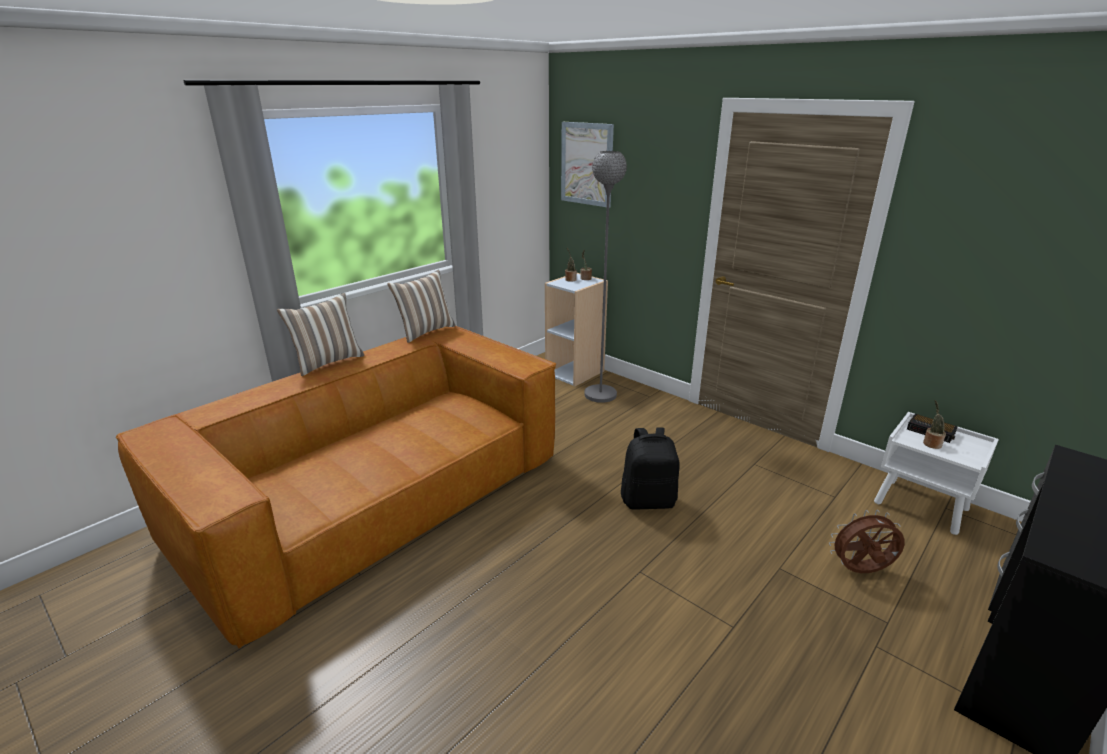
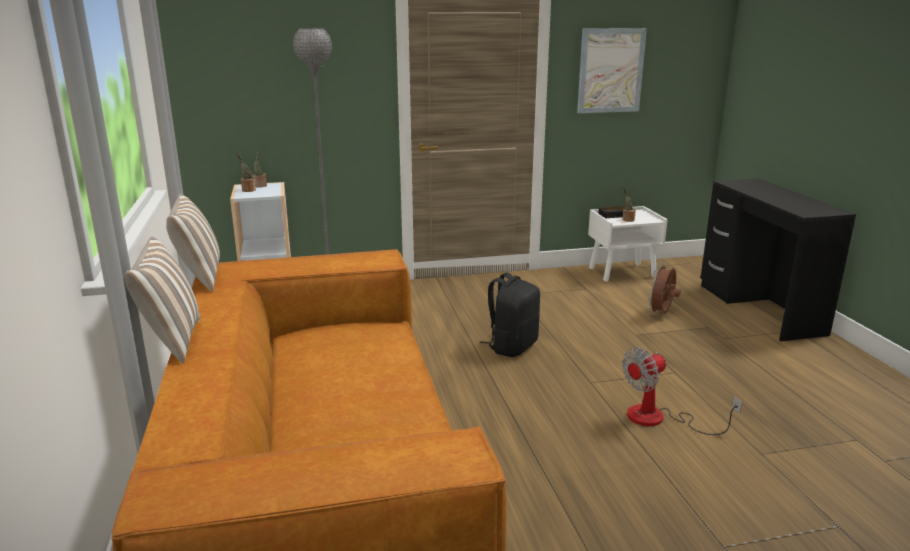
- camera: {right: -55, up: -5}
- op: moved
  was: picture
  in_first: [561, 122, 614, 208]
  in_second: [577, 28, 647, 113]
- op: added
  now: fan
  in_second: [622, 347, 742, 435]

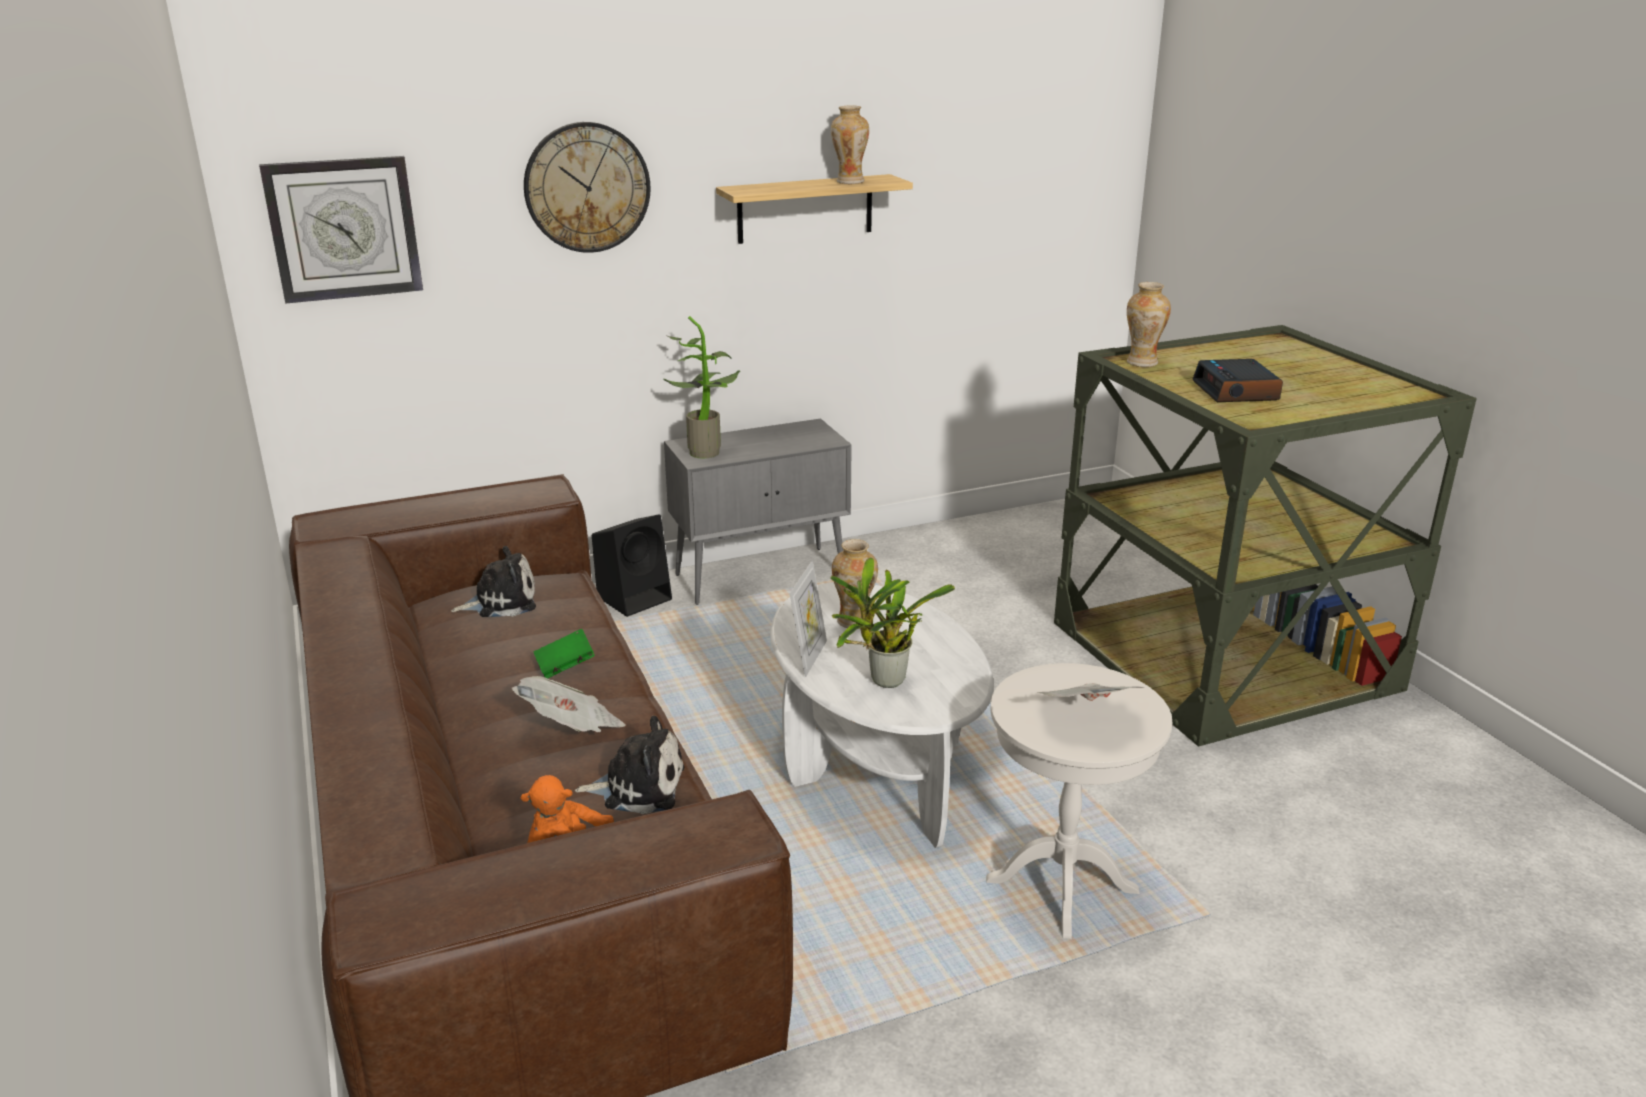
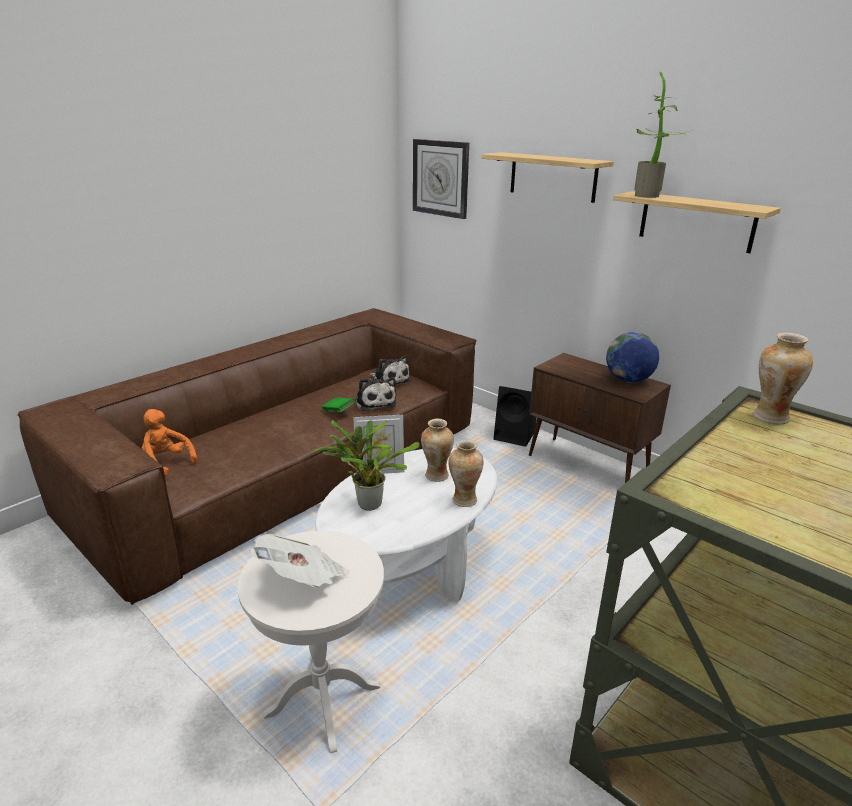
- camera: {right: 65, up: 0}
- op: removed
  was: newspaper
  in_first: [512, 676, 626, 732]
- op: replaced
  was: wall clock
  now: shelf
  in_first: [524, 122, 651, 253]
  in_second: [481, 152, 614, 203]
- op: moved
  was: plush toy
  in_first: [575, 716, 684, 814]
  in_second: [355, 377, 397, 411]
- op: moved
  was: potted plant
  in_first: [663, 316, 740, 458]
  in_second: [634, 72, 692, 198]
- op: recoloured
  was: cabinet (grey)
  now: cabinet (brown)
  in_first: [664, 419, 852, 605]
  in_second: [529, 353, 671, 483]
- op: moved
  was: vase
  in_first: [831, 105, 869, 184]
  in_second: [448, 440, 484, 507]
- op: removed
  was: alarm clock
  in_first: [1193, 359, 1283, 402]
- op: added
  now: globe
  in_second: [606, 332, 659, 383]

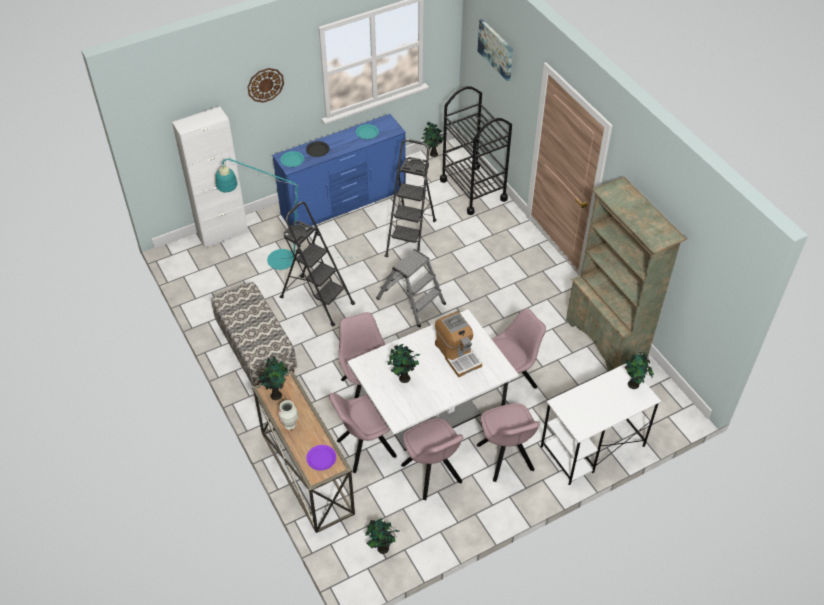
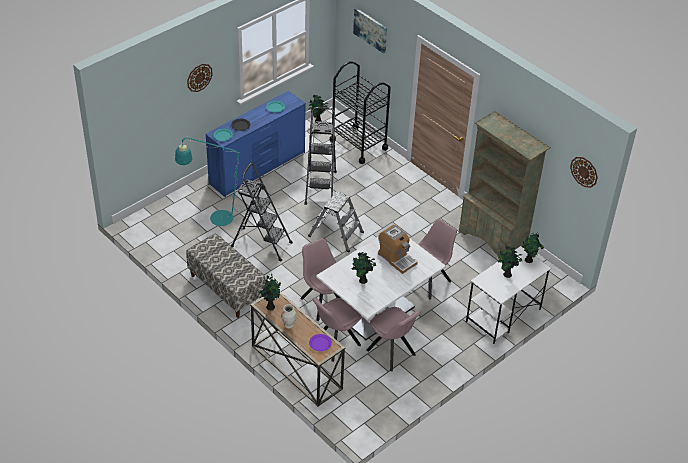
- camera: {right: -15, up: -5}
- op: removed
  was: cabinet (white)
  in_first: [172, 106, 248, 248]
- op: moved
  was: potted plant
  in_first: [365, 518, 399, 554]
  in_second: [497, 246, 522, 278]
- op: removed
  was: chair (pink)
  in_first: [476, 403, 540, 482]
- op: added
  now: wall clock
  in_second: [570, 157, 598, 188]

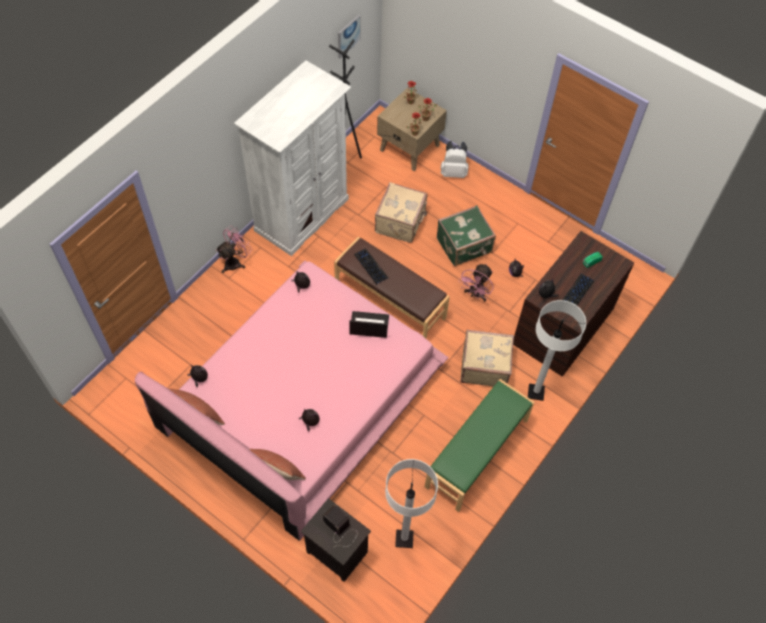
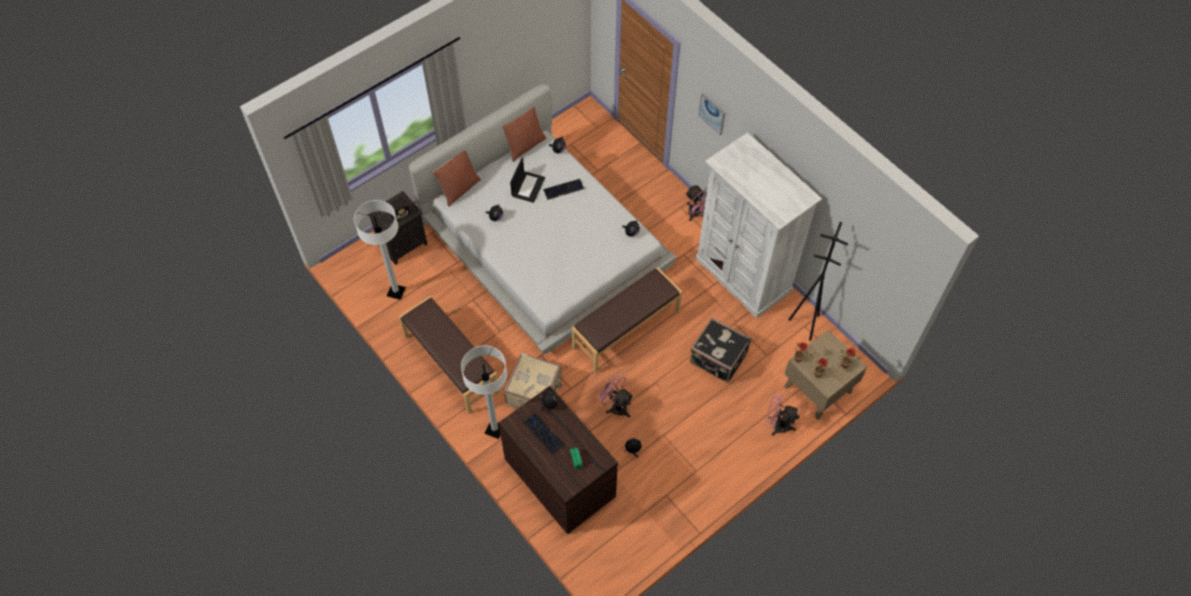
- camera: {right: 105, up: 0}
- op: recoloured
  was: bed (pink)
  now: bed (white)
  in_first: [135, 260, 449, 541]
  in_second: [409, 84, 676, 354]
- op: moved
  was: picture
  in_first: [338, 15, 361, 59]
  in_second: [698, 93, 725, 136]
- op: moved
  was: laptop
  in_first: [349, 311, 389, 338]
  in_second: [510, 158, 545, 203]
- op: moved
  was: keyboard
  in_first: [354, 249, 388, 284]
  in_second: [543, 179, 584, 200]
- op: recoloured
  was: suitcase (beige)
  now: suitcase (black)
  in_first: [375, 182, 428, 243]
  in_second: [690, 317, 751, 383]
- op: recoloured
  was: bench (green)
  now: bench (brown)
  in_first: [425, 379, 535, 512]
  in_second: [399, 296, 500, 414]
- op: removed
  was: suitcase (green)
  in_first: [437, 205, 496, 266]
- op: replaced
  was: backpack (white)
  now: fan (pink)
  in_first: [441, 141, 468, 178]
  in_second: [765, 392, 799, 436]

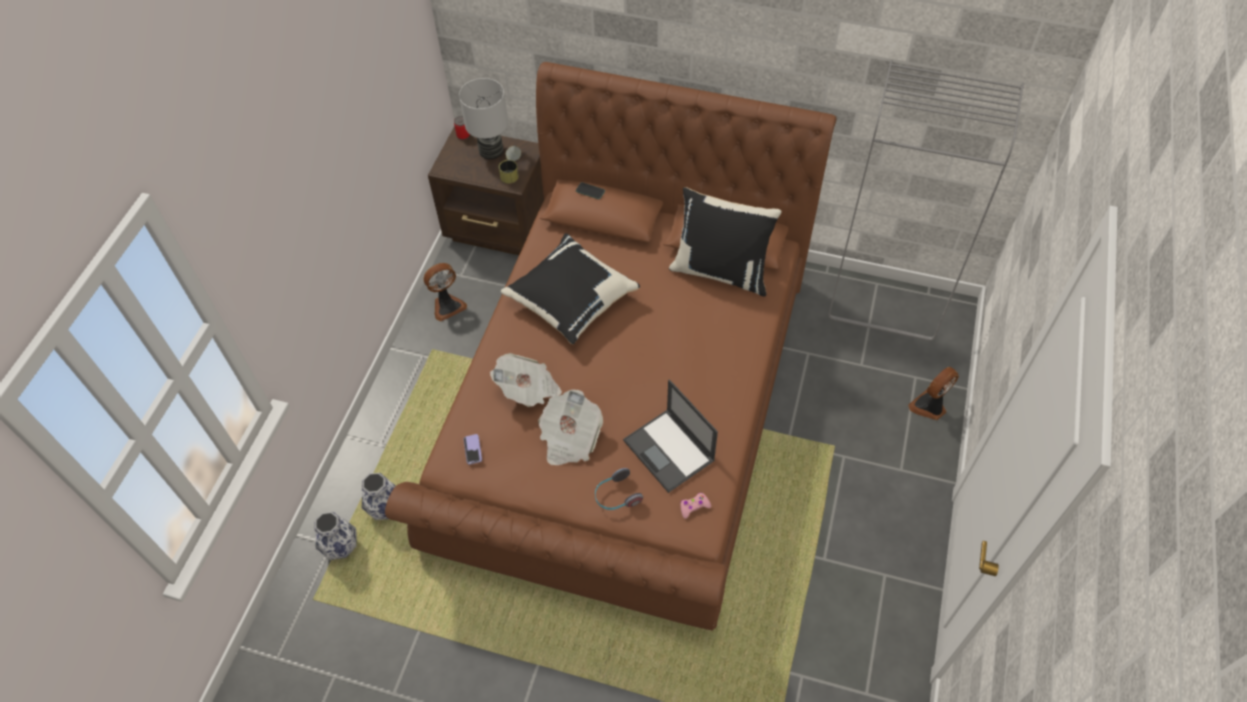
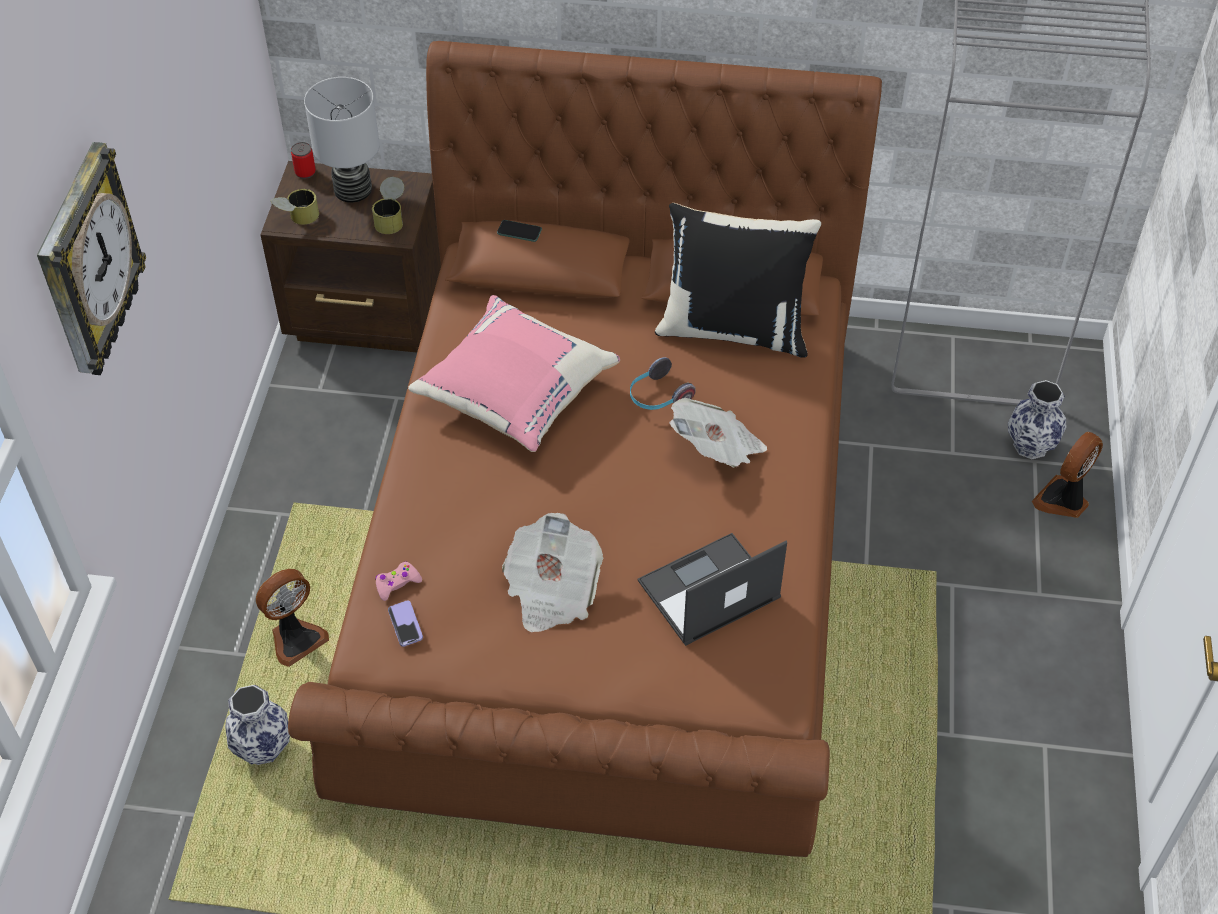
- camera: {right: -10, up: -5}
- op: moved
  was: vase
  in_first: [314, 512, 356, 560]
  in_second: [1008, 380, 1067, 459]
- op: moved
  was: fan
  in_first: [423, 263, 467, 321]
  in_second: [256, 569, 329, 667]
- op: moved
  was: newspaper
  in_first: [490, 353, 562, 407]
  in_second: [669, 398, 767, 467]
- op: recoloured
  was: pillow (black)
  now: pillow (pink)
  in_first: [501, 233, 640, 344]
  in_second: [408, 295, 620, 452]
- op: moved
  was: headphones
  in_first: [595, 468, 643, 510]
  in_second: [630, 357, 696, 410]
- op: turned
  was: laptop
  in_first: [623, 380, 718, 493]
  in_second: [637, 533, 787, 646]
  clockwise: 105
- op: moved
  was: game controller (pink)
  in_first: [680, 493, 711, 519]
  in_second: [375, 562, 422, 601]
- op: added
  now: wall clock
  in_second: [37, 142, 146, 375]
- op: added
  now: can
  in_second: [271, 189, 319, 225]

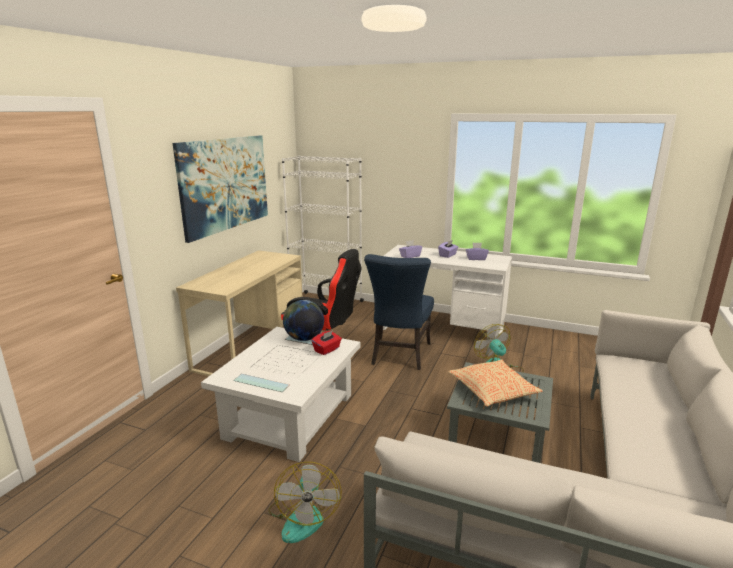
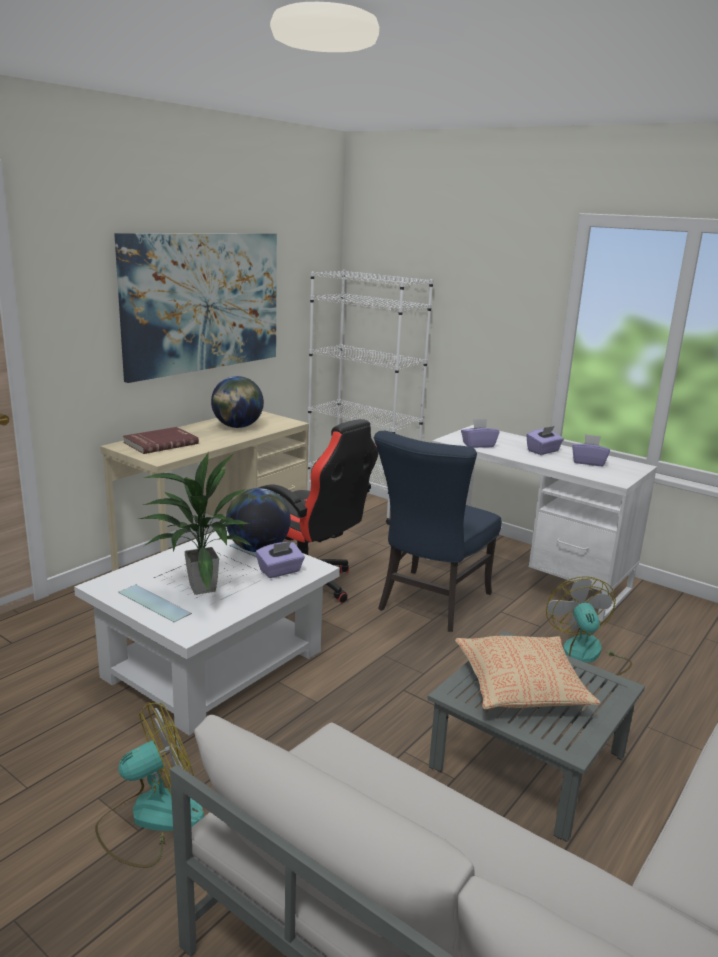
- camera: {right: 15, up: 0}
- op: turned
  was: fan
  in_first: [268, 462, 341, 543]
  in_second: [95, 702, 204, 868]
  clockwise: -135
- op: recoloured
  was: tissue box (red)
  now: tissue box (purple)
  in_first: [312, 330, 342, 355]
  in_second: [256, 542, 305, 578]
- op: added
  now: book (red)
  in_second: [123, 427, 199, 454]
- op: added
  now: potted plant
  in_second: [140, 452, 252, 595]
- op: added
  now: globe
  in_second: [211, 376, 264, 428]

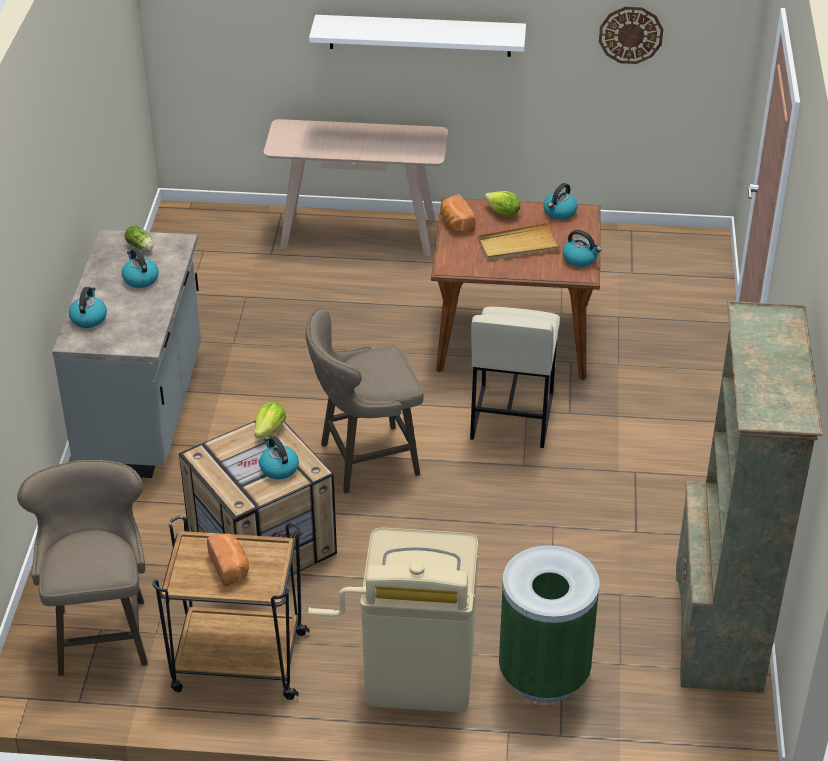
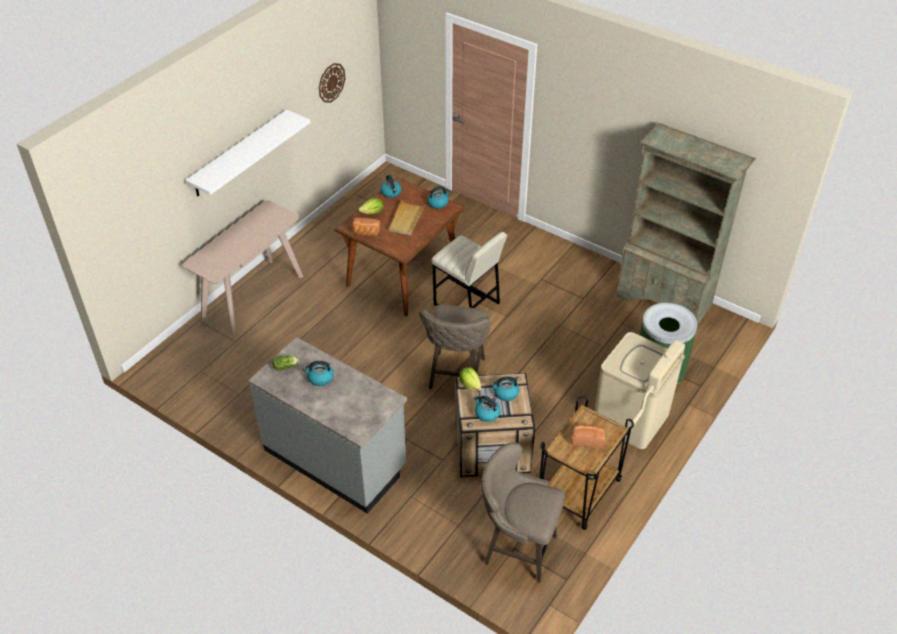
- camera: {right: -60, up: 5}
- op: moved
  was: kettle
  in_first: [69, 287, 107, 328]
  in_second: [474, 396, 501, 422]

